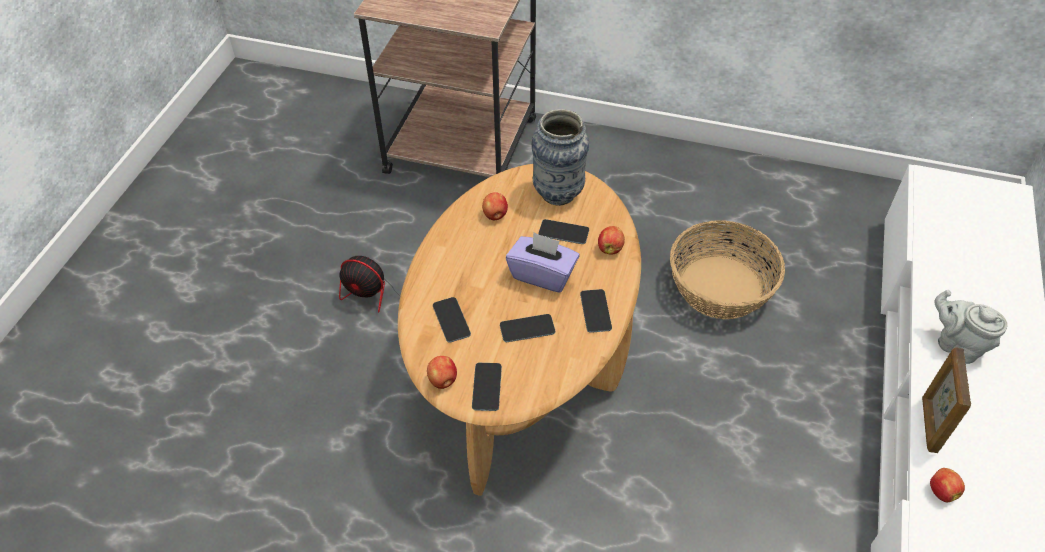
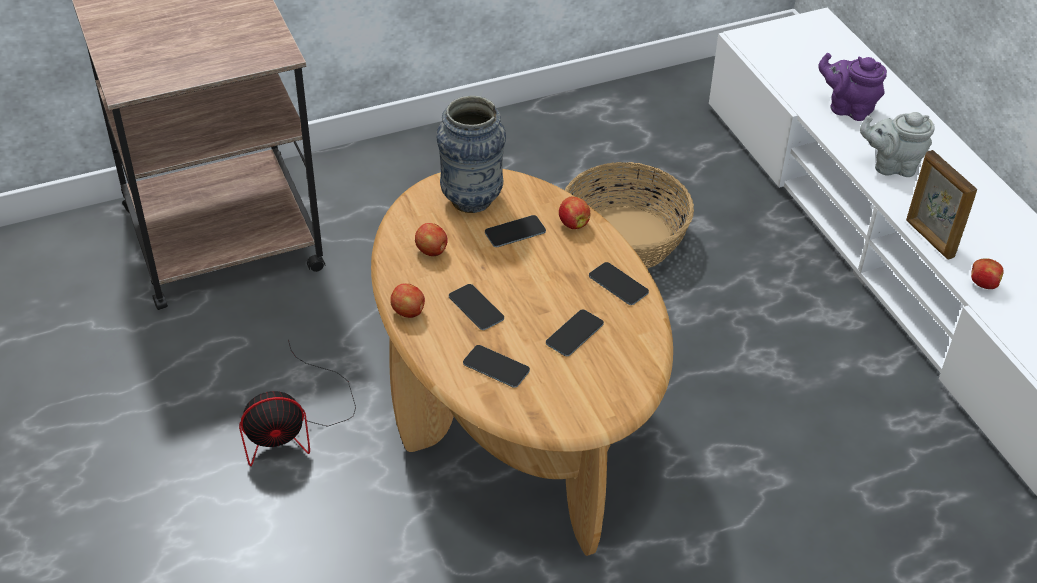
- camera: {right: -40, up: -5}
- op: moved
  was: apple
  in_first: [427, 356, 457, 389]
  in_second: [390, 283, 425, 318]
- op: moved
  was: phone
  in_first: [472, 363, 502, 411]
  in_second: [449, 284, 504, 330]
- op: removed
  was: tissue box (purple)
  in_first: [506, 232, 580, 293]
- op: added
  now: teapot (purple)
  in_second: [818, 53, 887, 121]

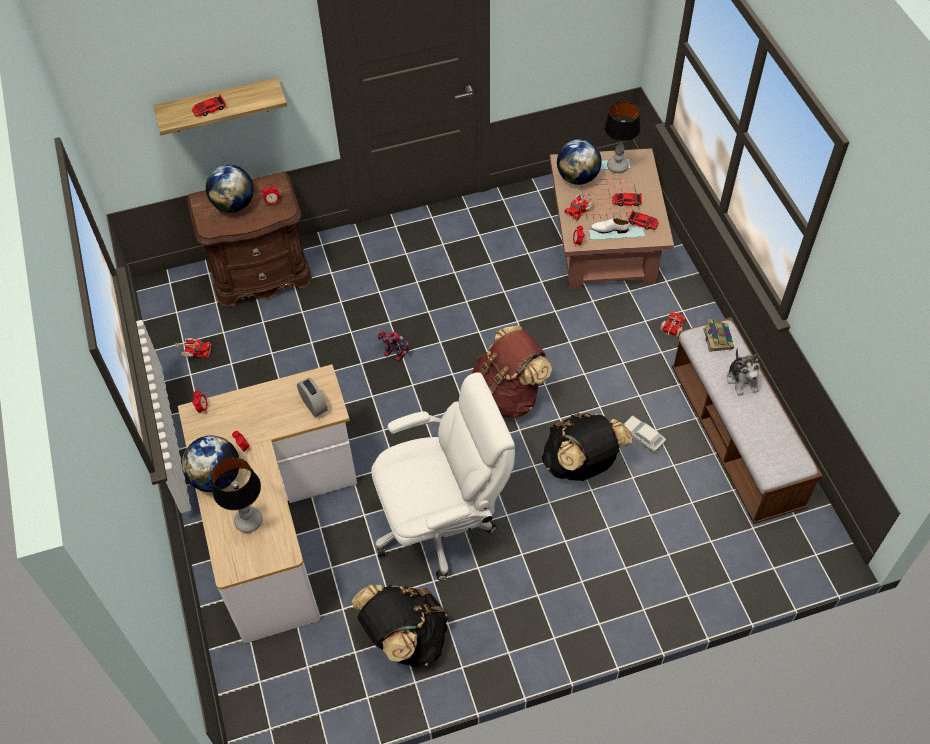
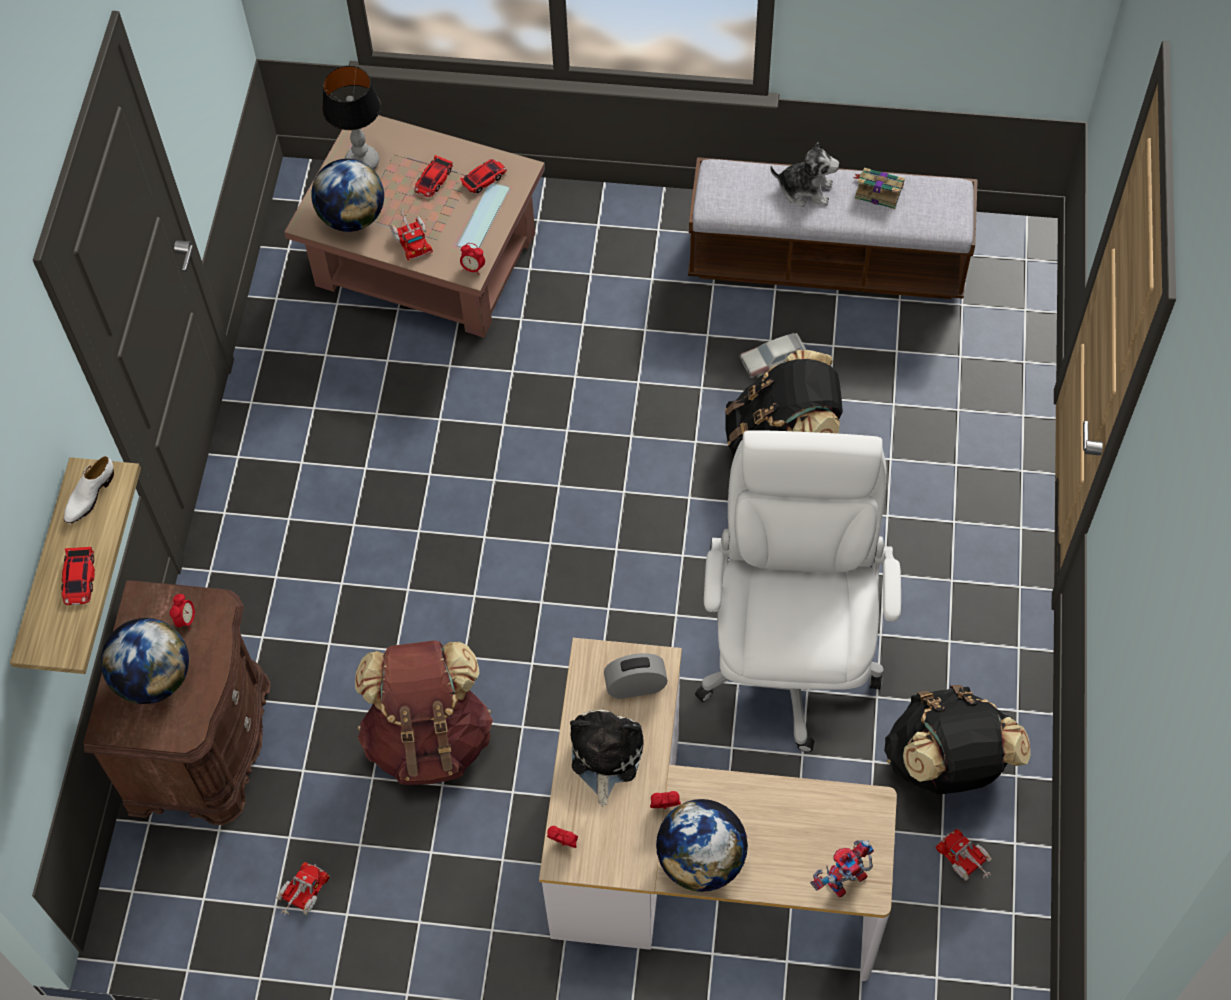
- camera: {right: -65, up: 5}
- op: removed
  was: table lamp
  in_first: [211, 457, 263, 533]
- op: moved
  was: toy robot
  in_first: [377, 328, 410, 362]
  in_second: [810, 840, 874, 897]
- op: moved
  was: backpack (brown)
  in_first: [472, 325, 552, 419]
  in_second: [355, 641, 493, 785]
- op: moved
  was: shoe (white)
  in_first: [591, 218, 630, 234]
  in_second: [64, 456, 114, 524]
- op: moved
  was: toy truck
  in_first: [660, 312, 685, 337]
  in_second: [936, 829, 992, 881]
- op: moved
  was: book
  in_first: [703, 319, 734, 352]
  in_second: [853, 168, 905, 209]
- op: added
  now: plush toy
  in_second: [570, 709, 644, 807]

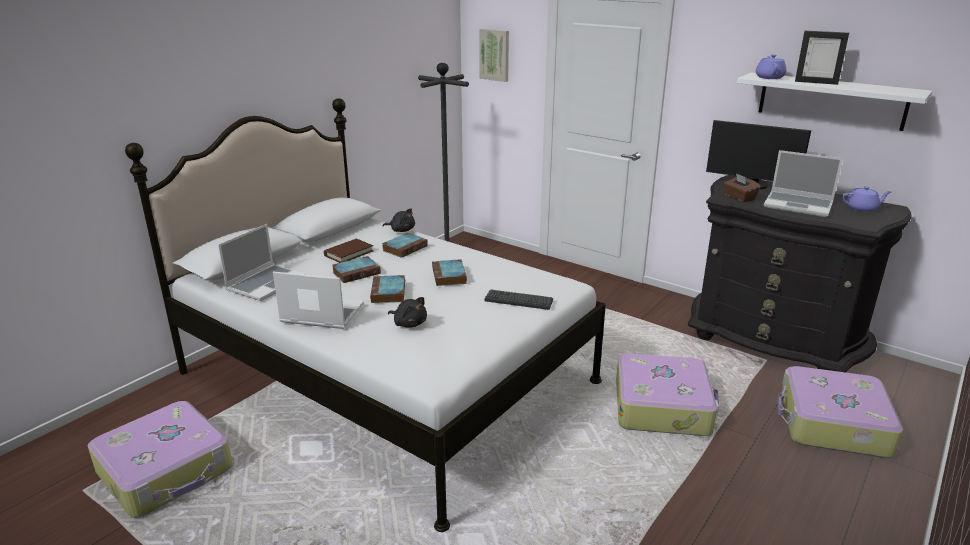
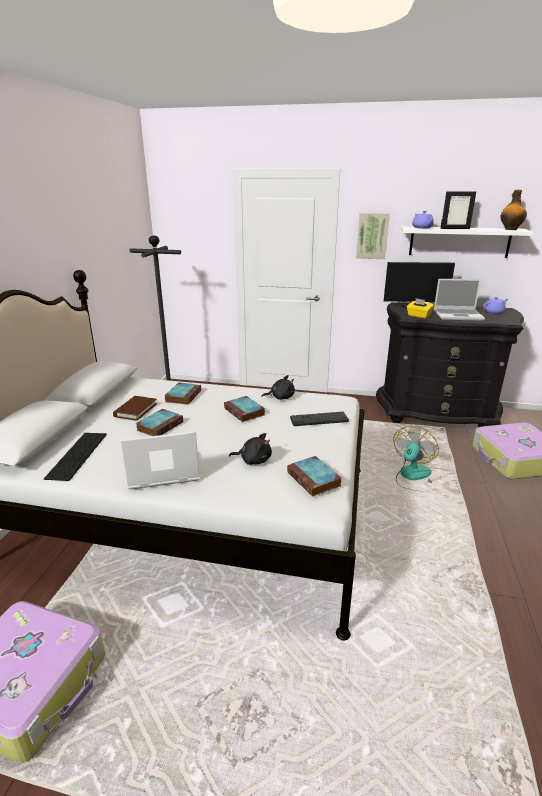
- camera: {right: -25, up: 0}
- op: replaced
  was: laptop
  now: keyboard
  in_first: [218, 224, 306, 301]
  in_second: [44, 433, 107, 481]
- op: moved
  was: book
  in_first: [370, 275, 405, 303]
  in_second: [287, 456, 341, 497]
- op: moved
  was: plush toy (black)
  in_first: [383, 208, 415, 232]
  in_second: [261, 375, 295, 400]
- op: moved
  was: picture
  in_first: [479, 29, 509, 82]
  in_second: [356, 213, 390, 259]
- op: replaced
  was: suitcase
  now: fan
  in_first: [616, 353, 719, 436]
  in_second: [394, 426, 439, 491]
- op: recoloured
  was: tissue box (brown)
  now: tissue box (yellow)
  in_first: [723, 173, 761, 202]
  in_second: [407, 298, 434, 318]
- op: added
  now: bottle
  in_second: [500, 190, 527, 230]

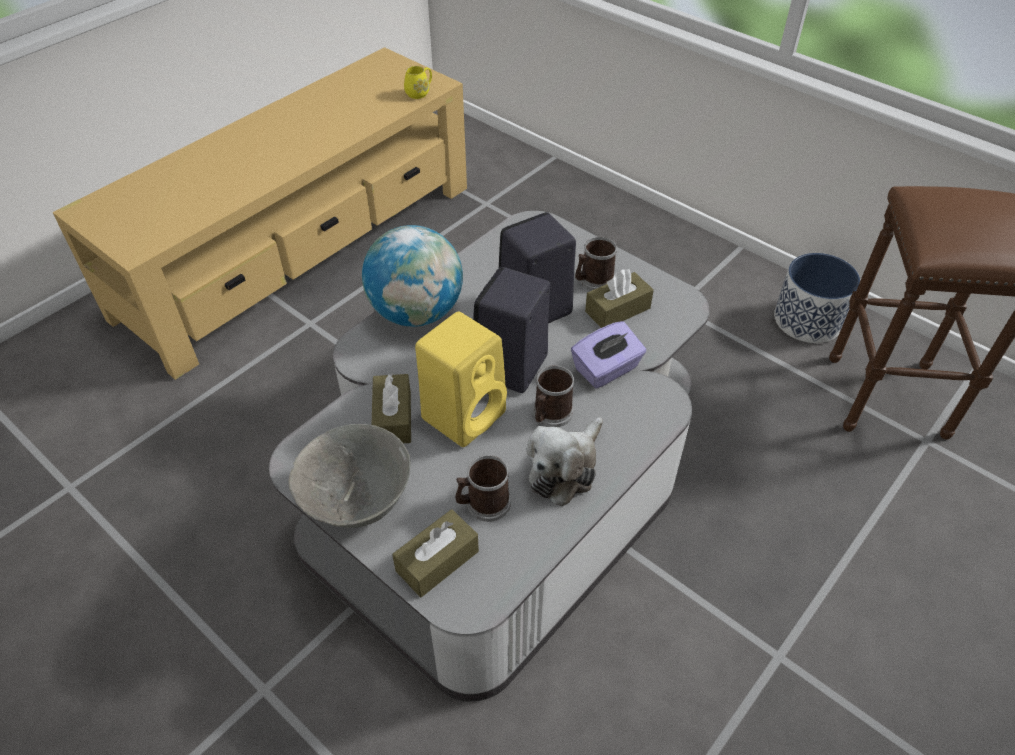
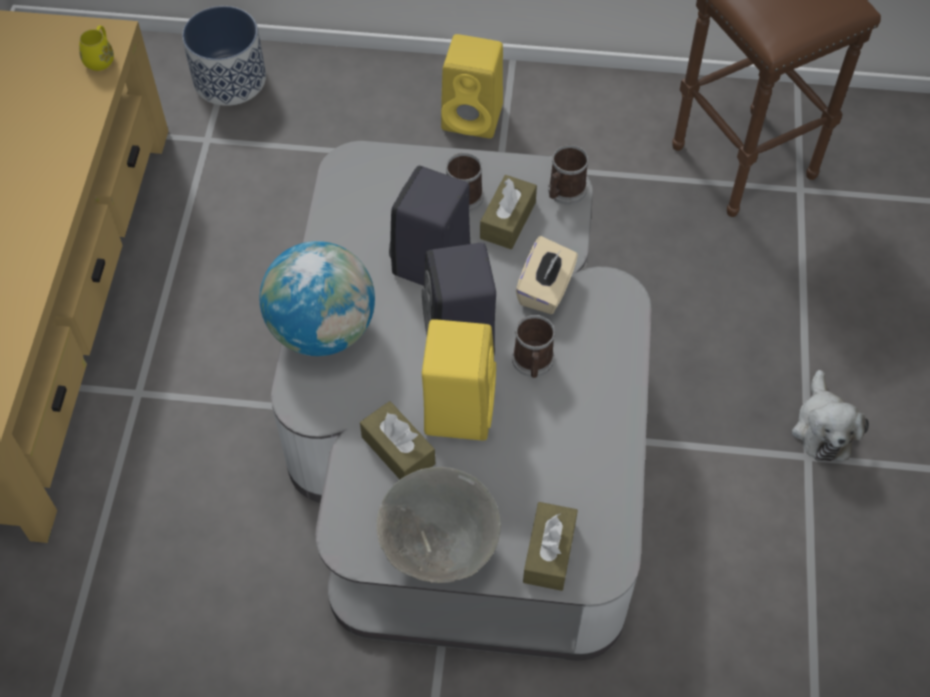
- camera: {right: -35, up: 10}
- op: moved
  was: mug
  in_first: [455, 455, 511, 522]
  in_second: [548, 145, 589, 205]
- op: moved
  was: plush toy
  in_first: [526, 417, 603, 507]
  in_second: [792, 370, 869, 461]
- op: recoloured
  was: tissue box (purple)
  now: tissue box (beige)
  in_first: [571, 321, 646, 389]
  in_second: [516, 236, 578, 314]
- op: moved
  was: planter
  in_first: [774, 253, 860, 343]
  in_second: [182, 6, 266, 106]
- op: added
  now: speaker (yellow)
  in_second: [441, 34, 503, 138]

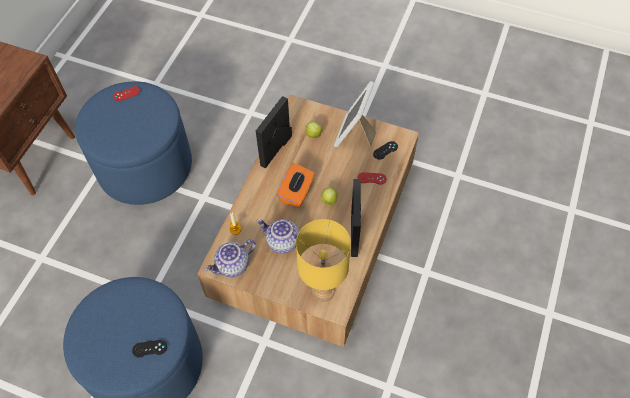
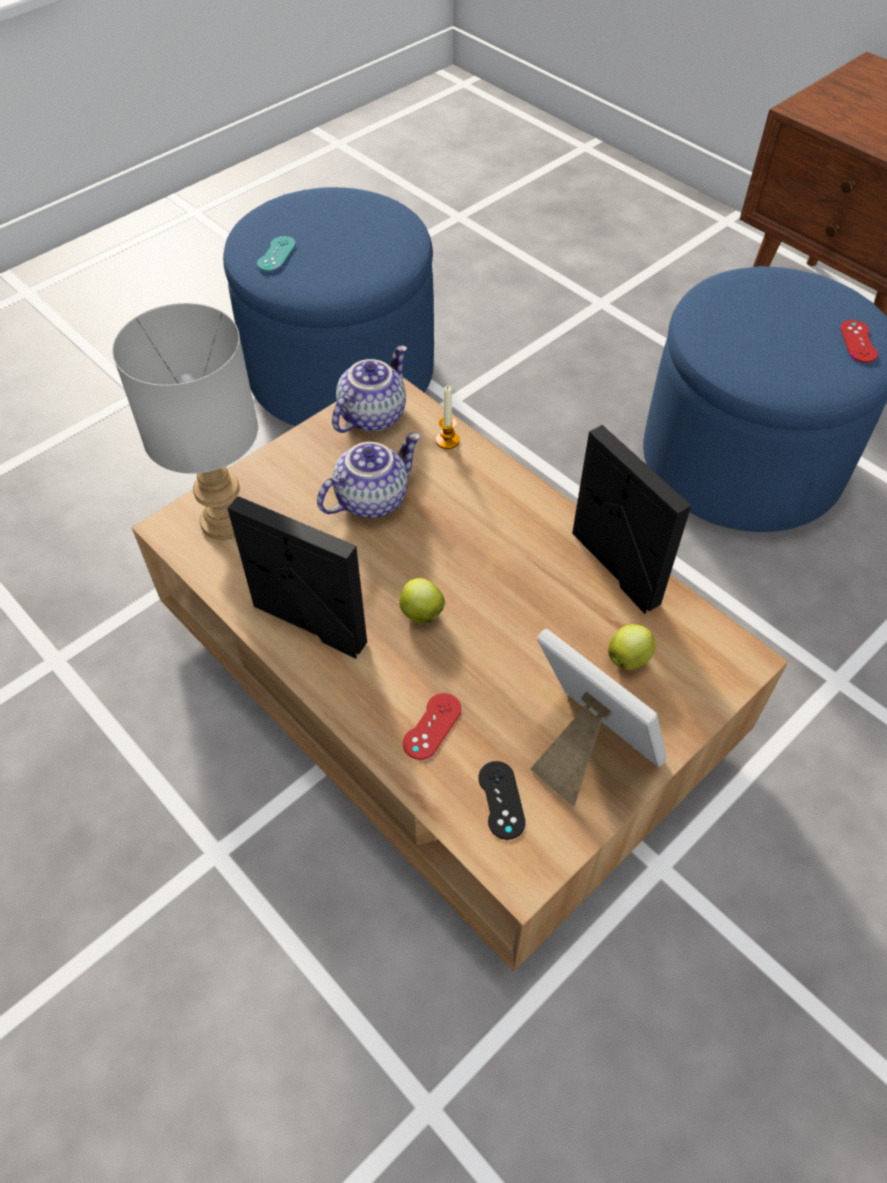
- camera: {right: 115, up: -5}
- op: recoloured
  was: game controller (black)
  now: game controller (turquoise)
  in_first: [132, 340, 167, 358]
  in_second: [257, 236, 296, 272]
- op: turned
  was: teapot
  in_first: [205, 240, 256, 277]
  in_second: [332, 345, 407, 433]
  clockwise: 45
- op: removed
  was: tissue box (orange)
  in_first: [277, 162, 315, 208]
- op: recoloured
  was: table lamp (yellow)
  now: table lamp (grey)
  in_first: [296, 219, 351, 302]
  in_second: [112, 303, 258, 540]

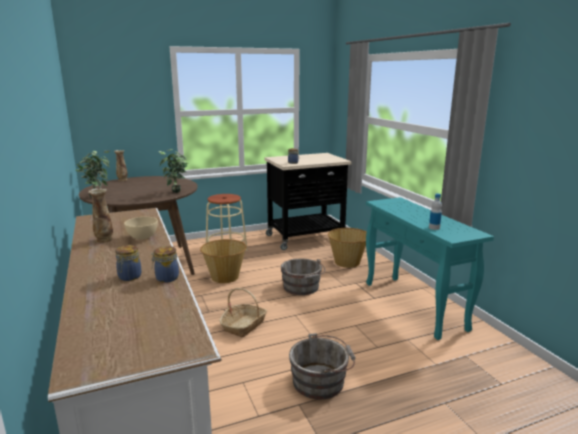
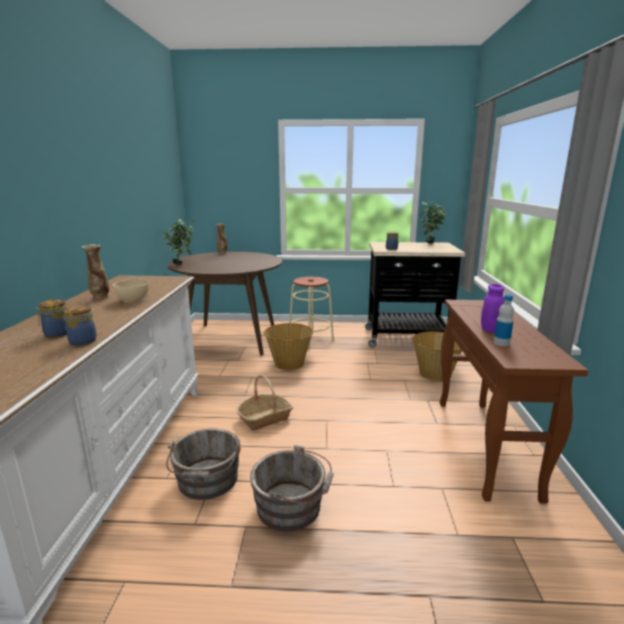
- camera: {right: 25, up: 0}
- op: moved
  was: potted plant
  in_first: [158, 149, 188, 193]
  in_second: [420, 202, 445, 244]
- op: moved
  was: bucket (grey)
  in_first: [281, 258, 325, 295]
  in_second: [166, 428, 241, 500]
- op: recoloured
  was: console table (turquoise)
  now: console table (brown)
  in_first: [366, 197, 494, 340]
  in_second: [440, 300, 588, 504]
- op: added
  now: jar (purple)
  in_second: [481, 284, 504, 333]

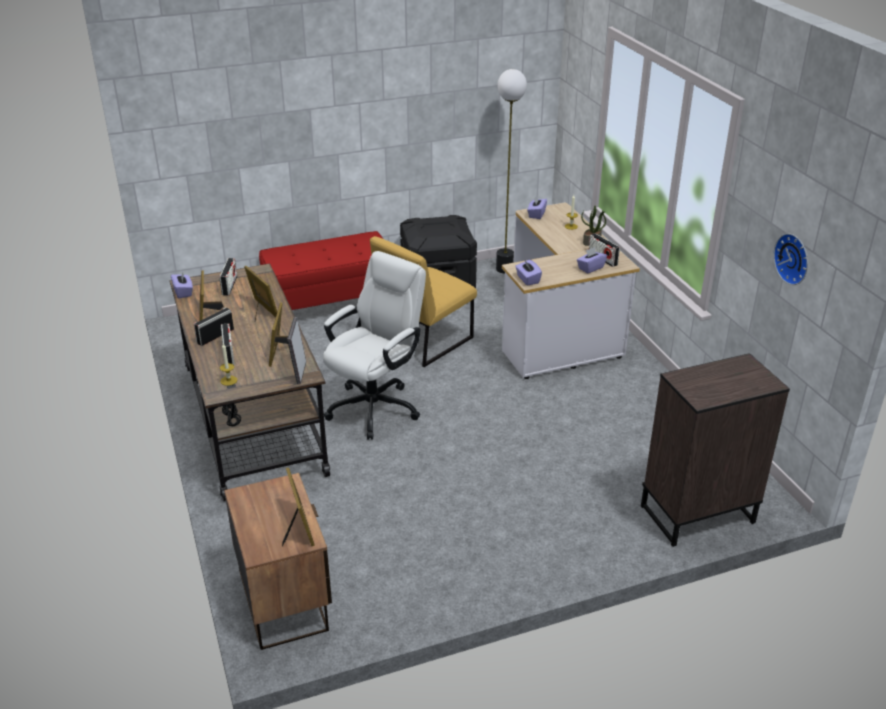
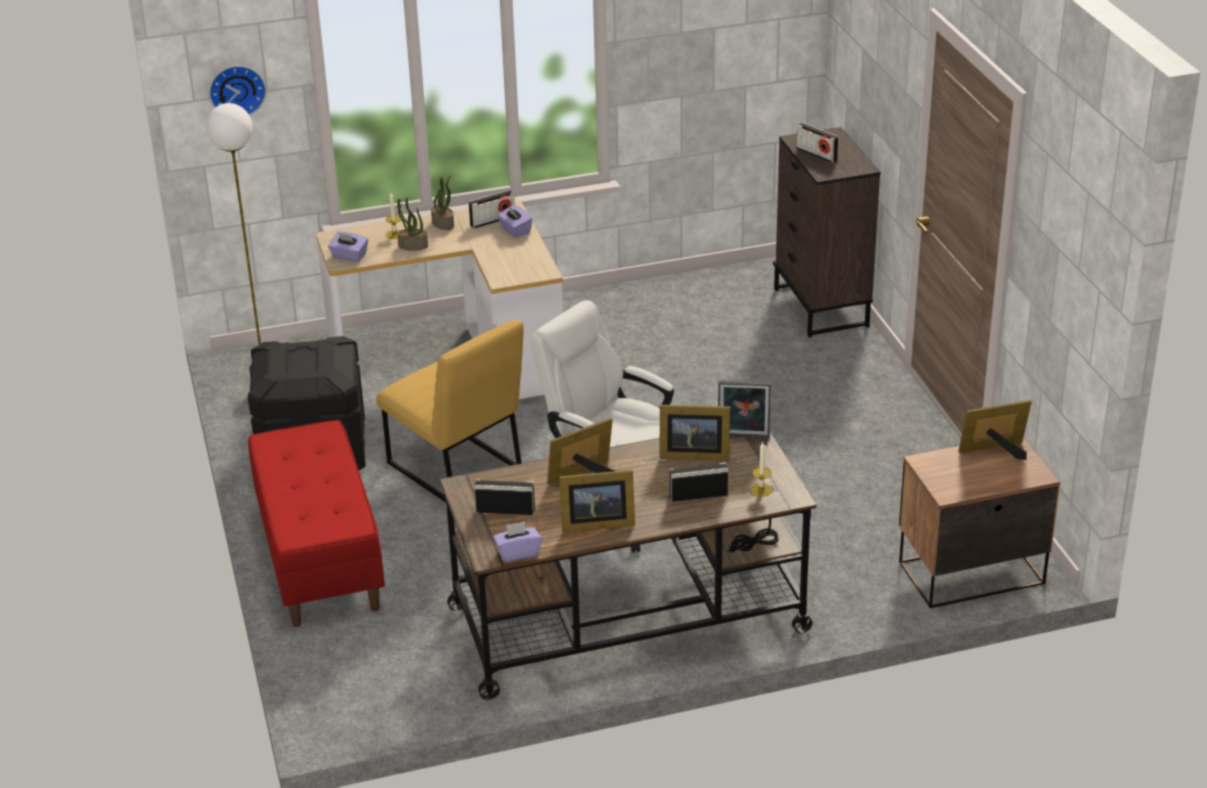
- camera: {right: -85, up: 0}
- op: moved
  was: radio
  in_first: [194, 308, 234, 346]
  in_second: [796, 123, 839, 163]
- op: removed
  was: tissue box (purple)
  in_first: [515, 259, 542, 286]
- op: moved
  was: wall clock
  in_first: [773, 233, 808, 285]
  in_second: [209, 66, 266, 115]
- op: added
  now: potted plant
  in_second: [397, 198, 428, 251]

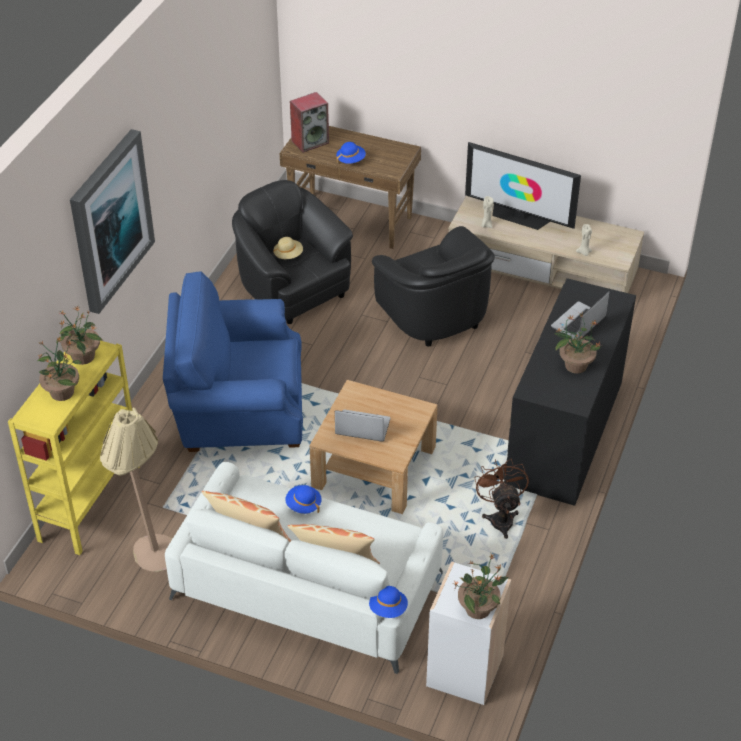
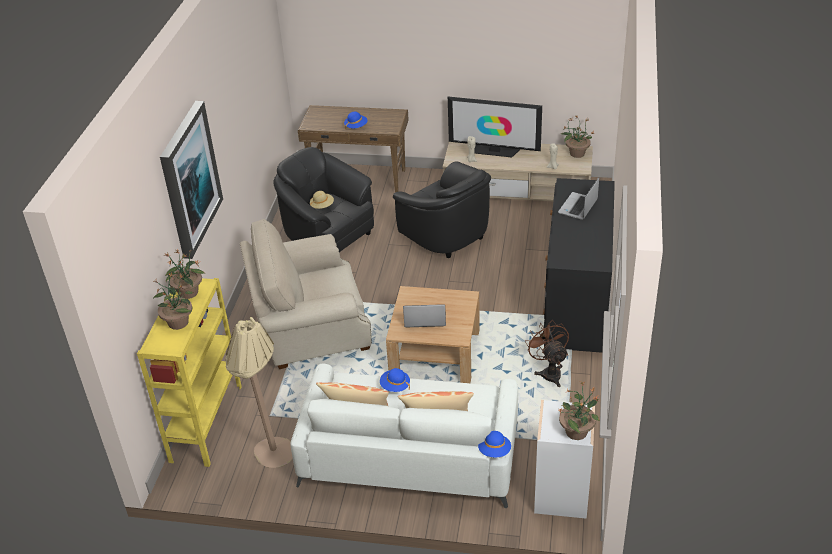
- camera: {right: -10, up: -5}
- op: recoloured
  was: armchair (blue)
  now: armchair (beige)
  in_first: [163, 271, 303, 452]
  in_second: [240, 219, 372, 369]
- op: removed
  was: speaker
  in_first: [290, 92, 329, 153]
- op: moved
  was: potted plant
  in_first: [554, 313, 603, 374]
  in_second: [561, 115, 594, 158]

